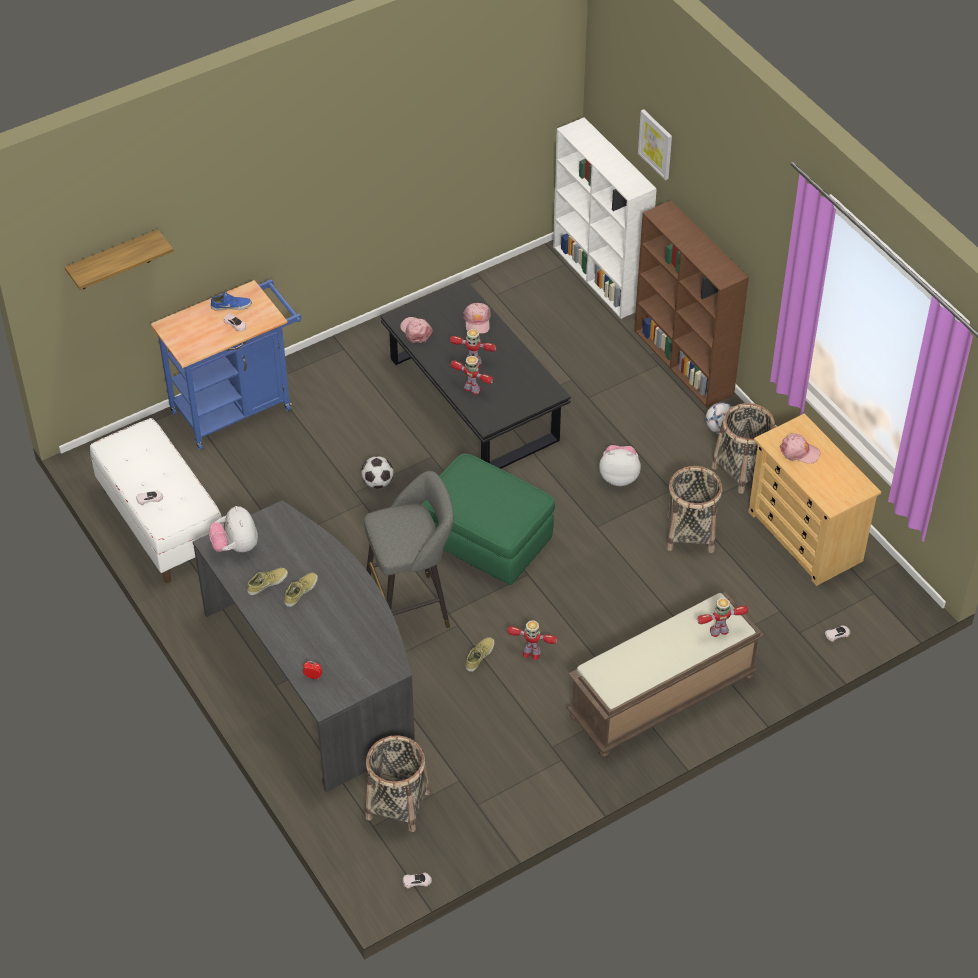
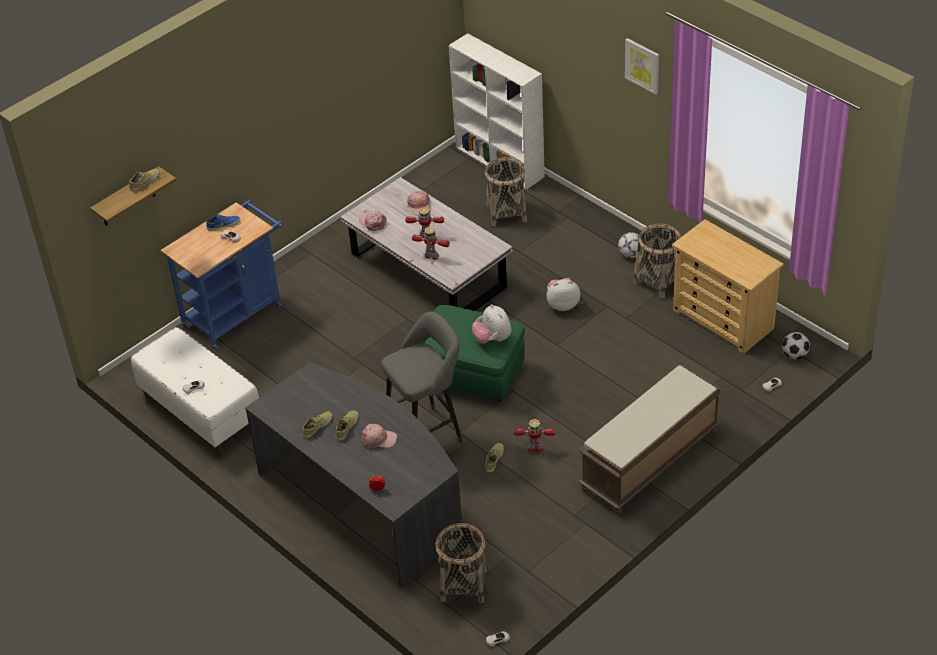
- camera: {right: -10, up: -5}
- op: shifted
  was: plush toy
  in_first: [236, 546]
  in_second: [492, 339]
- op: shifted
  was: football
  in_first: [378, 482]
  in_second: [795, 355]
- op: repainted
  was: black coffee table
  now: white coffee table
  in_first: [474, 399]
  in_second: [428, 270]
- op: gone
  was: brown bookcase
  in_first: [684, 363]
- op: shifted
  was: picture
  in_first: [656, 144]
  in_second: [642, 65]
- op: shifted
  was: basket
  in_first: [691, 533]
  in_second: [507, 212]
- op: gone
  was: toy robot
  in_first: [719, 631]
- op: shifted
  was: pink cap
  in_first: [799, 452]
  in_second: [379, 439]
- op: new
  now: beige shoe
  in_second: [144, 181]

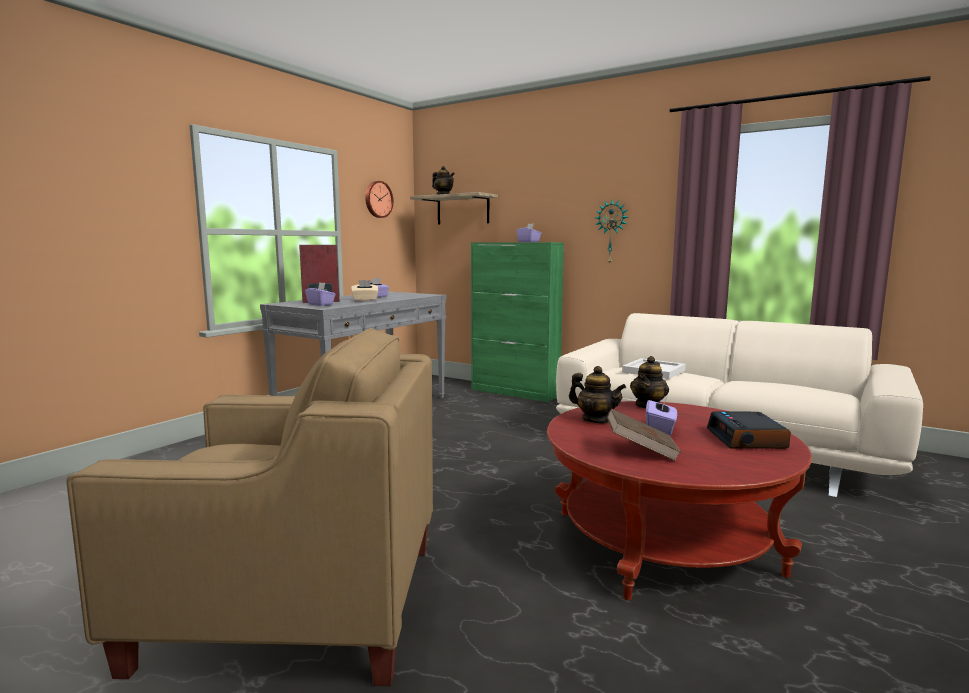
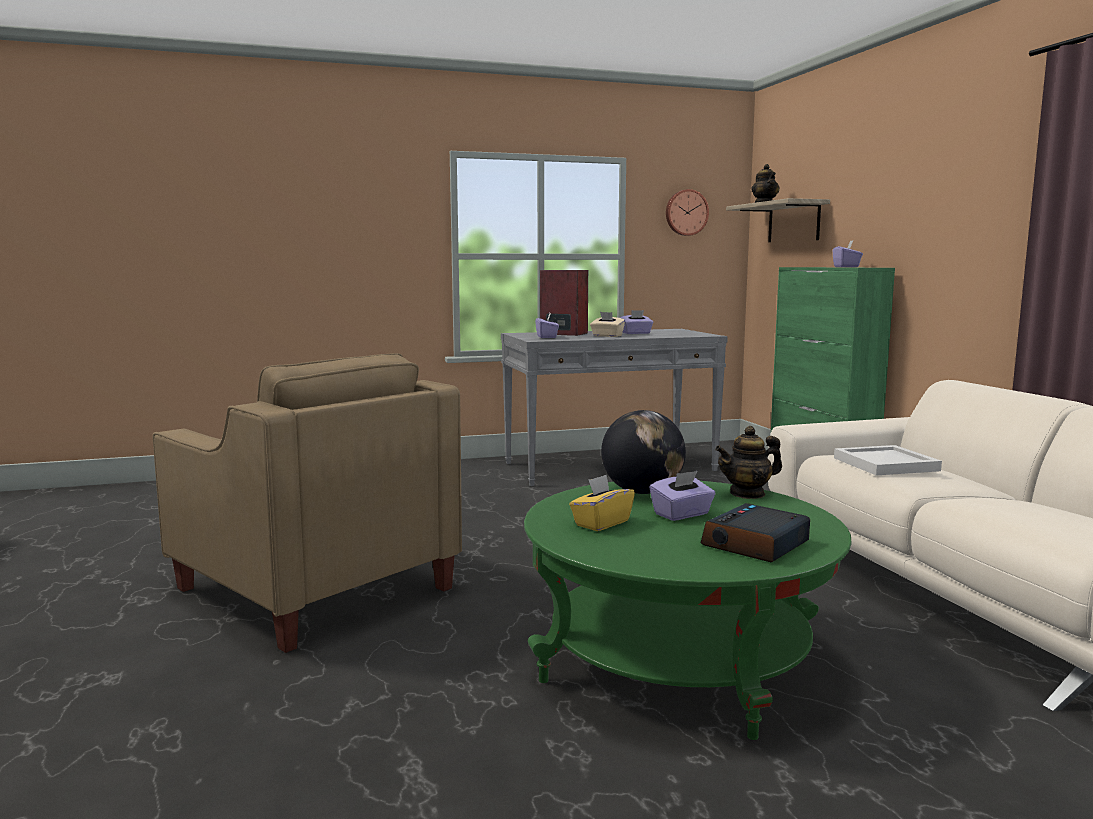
- camera: {right: 40, up: 0}
- op: repainted
  was: red coffee table
  now: green coffee table
  in_first: [664, 541]
  in_second: [678, 660]
- op: swapped
  was: teapot
  now: globe
  in_first: [595, 420]
  in_second: [642, 492]
- op: gone
  was: wall clock
  in_first: [611, 232]
- op: swapped
  was: brown book
  now: yellow tissue box
  in_first: [641, 450]
  in_second: [601, 523]

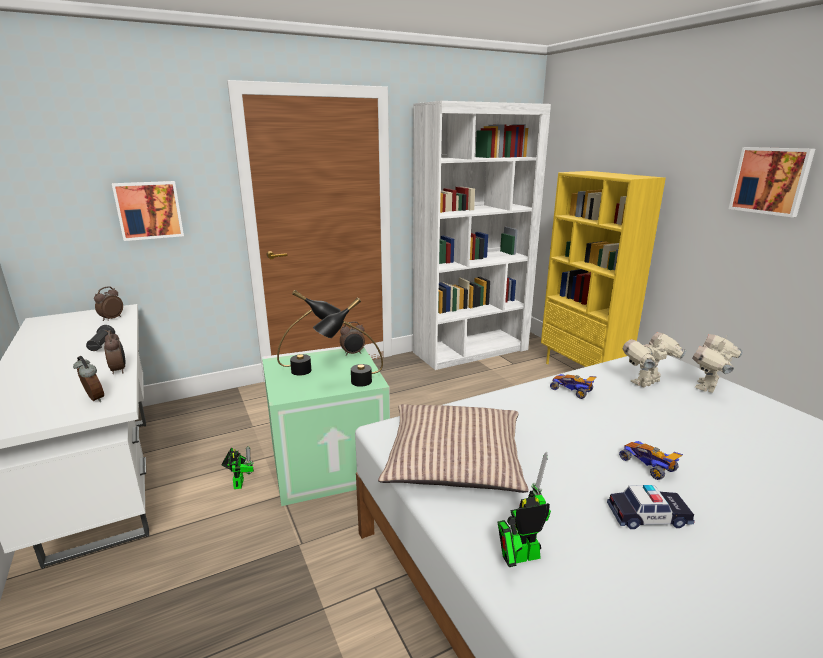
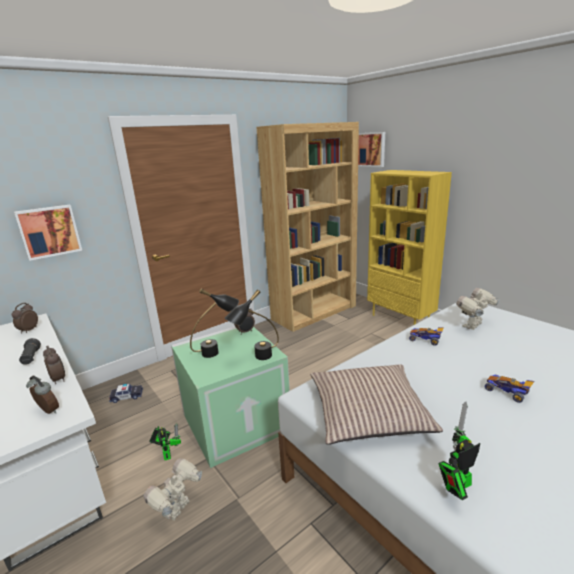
- camera: {right: -10, up: 0}
- op: repainted
  was: white bookcase
  now: brown bookcase
  in_first: [471, 351]
  in_second: [314, 312]
- op: shifted
  was: toy car
  in_first: [648, 516]
  in_second: [127, 396]
- op: shifted
  was: toy robot
  in_first: [708, 387]
  in_second: [179, 510]
- op: shifted
  was: picture
  in_first: [771, 180]
  in_second: [371, 149]

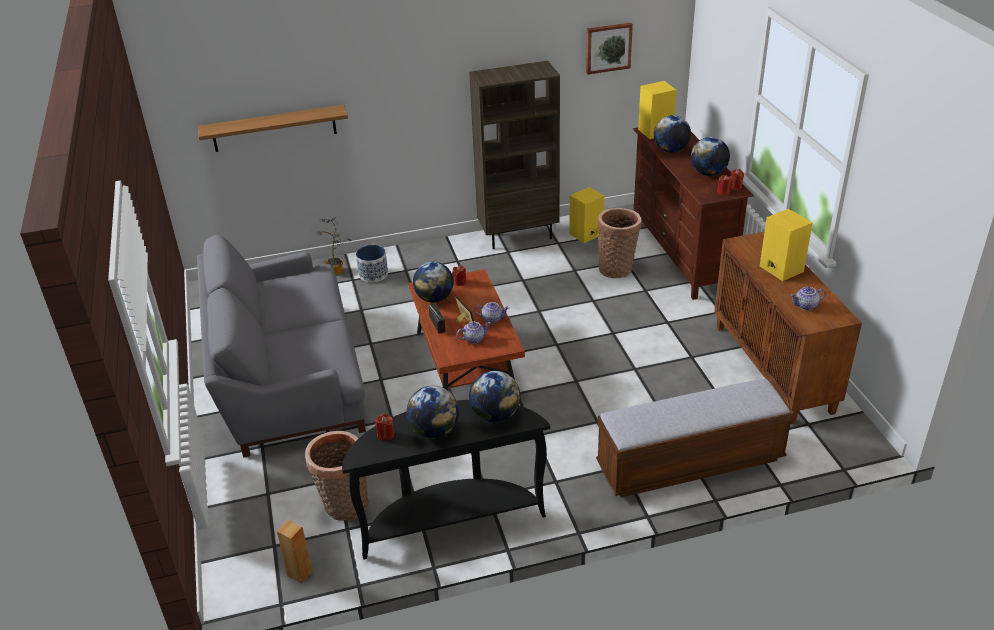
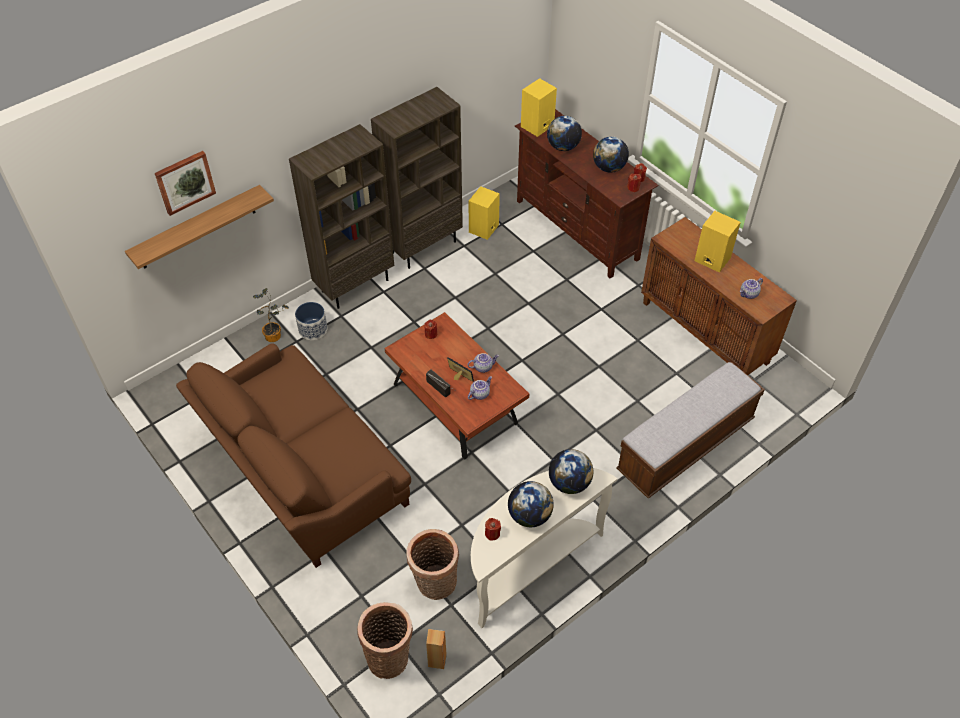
- camera: {right: -25, up: 15}
- op: repainted
  was: grey sofa
  now: brown sofa
  in_first: [287, 376]
  in_second: [301, 469]
- op: repainted
  was: black console table
  now: white console table
  in_first: [450, 519]
  in_second: [529, 565]
- op: gone
  was: globe
  in_first: [434, 298]
- op: shifted
  was: picture
  in_first: [608, 47]
  in_second: [184, 182]
- op: shifted
  was: basket
  in_first: [617, 268]
  in_second: [389, 656]
- op: new
  now: brown bookcase
  in_second: [355, 285]

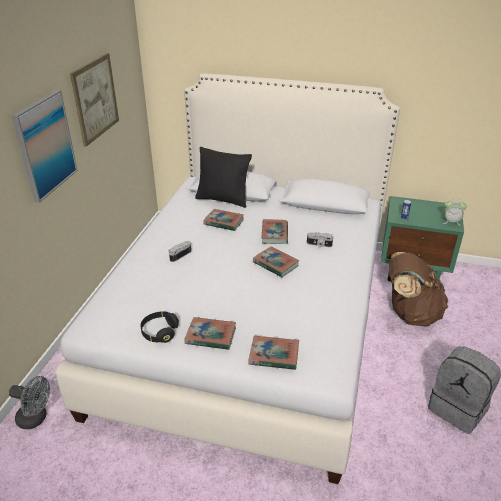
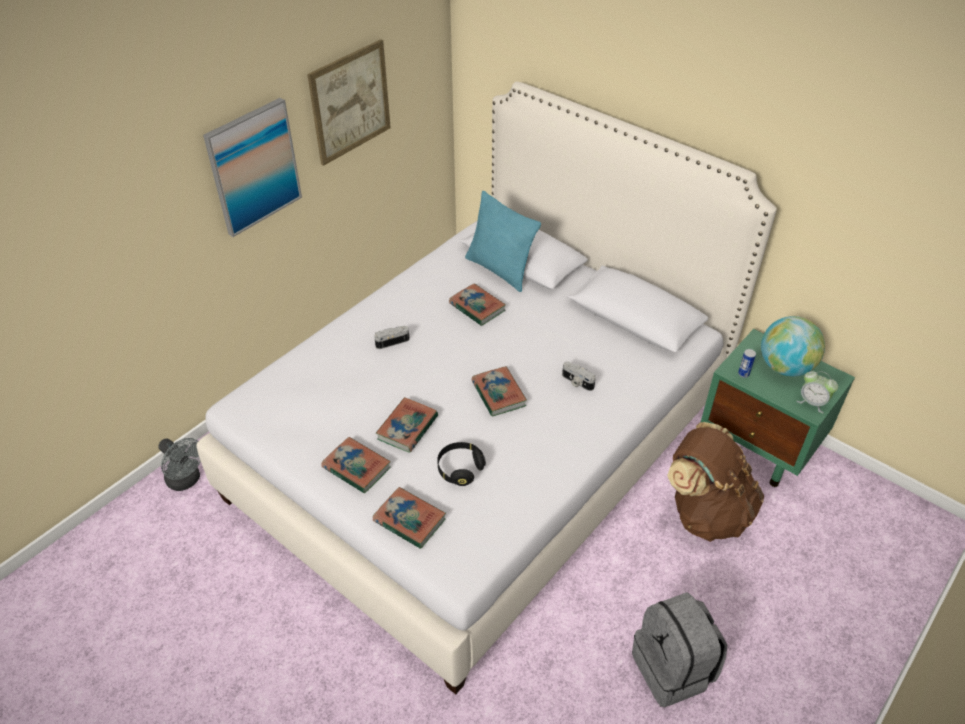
- camera: {right: 25, up: 10}
- op: shifted
  was: black headphones
  in_first: [159, 332]
  in_second: [460, 469]
- op: repainted
  was: black pillow
  now: turquoise pillow
  in_first: [223, 199]
  in_second: [499, 270]
- op: shifted
  was: book
  in_first: [274, 234]
  in_second: [407, 428]
- op: new
  now: globe
  in_second: [785, 367]

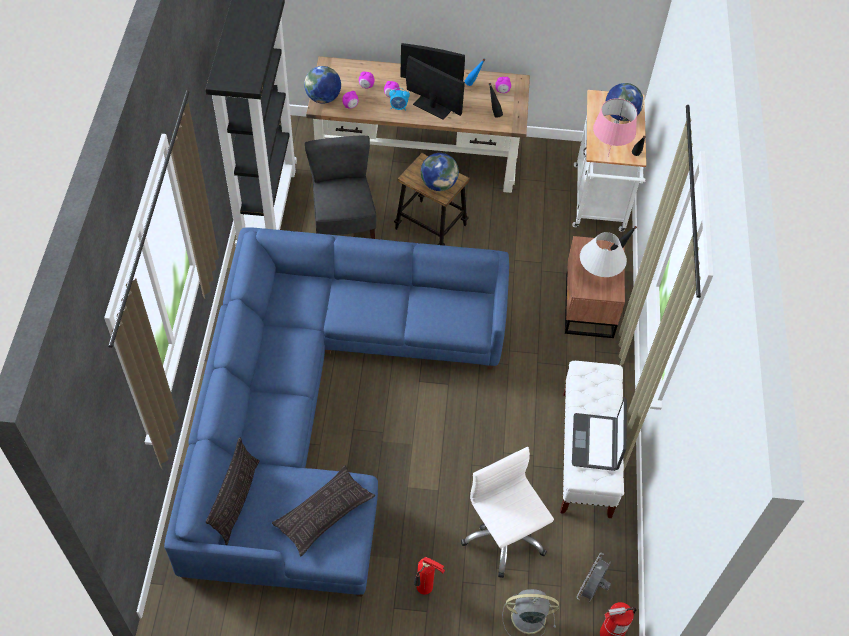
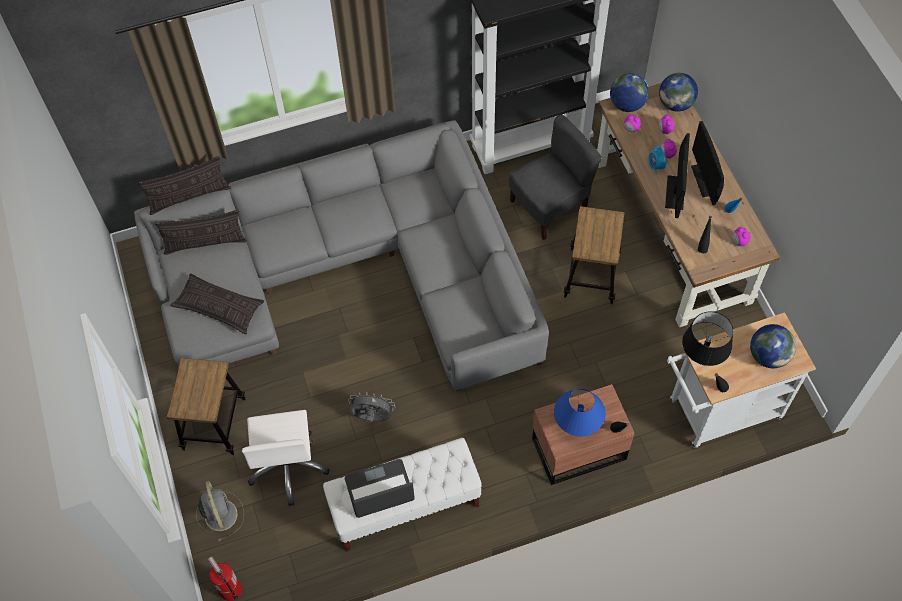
- camera: {right: 70, up: 5}
- op: repainted
  was: blue sofa
  now: grey sofa
  in_first: [319, 403]
  in_second: [352, 272]
- op: swapped
  was: fire extinguisher
  now: stool
  in_first: [425, 588]
  in_second: [214, 424]
- op: shifted
  was: globe
  in_first: [438, 184]
  in_second: [675, 104]
- op: rotated
  was: white office chair
  in_first: [503, 536]
  in_second: [288, 466]
  clockwise: 135
- op: shifted
  was: grey fan
  in_first: [591, 589]
  in_second: [372, 418]
- op: repainted
  was: white table lamp
  now: blue table lamp
  in_first: [599, 273]
  in_second: [577, 424]
- op: repainted
  was: pink table lamp
  now: black table lamp
  in_first: [607, 156]
  in_second: [699, 363]
- op: new
  now: pillow
  in_second: [189, 197]

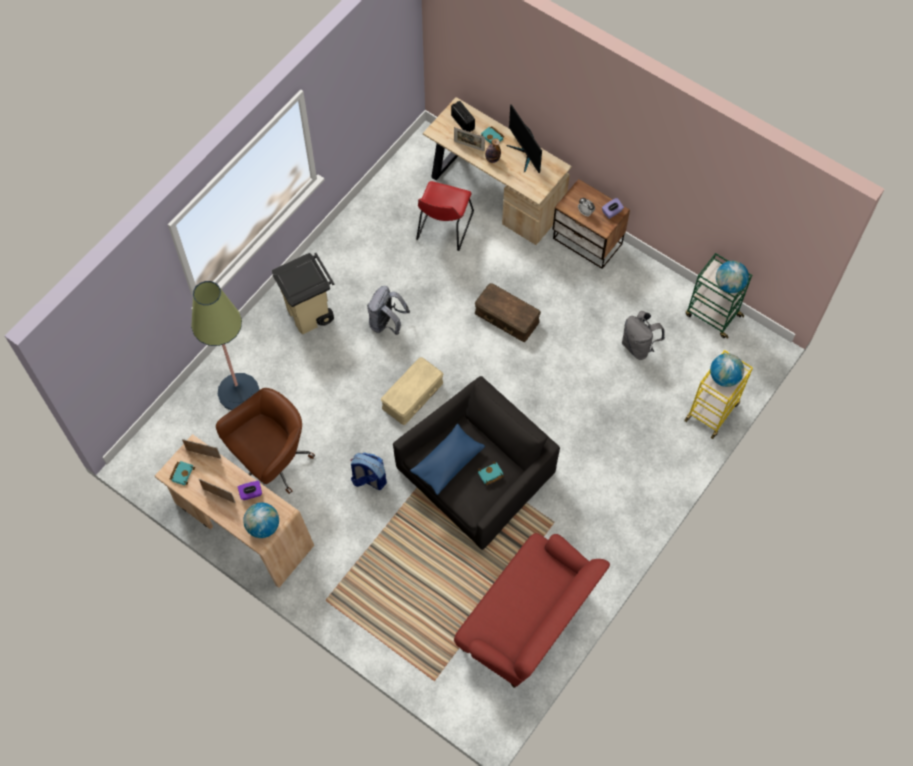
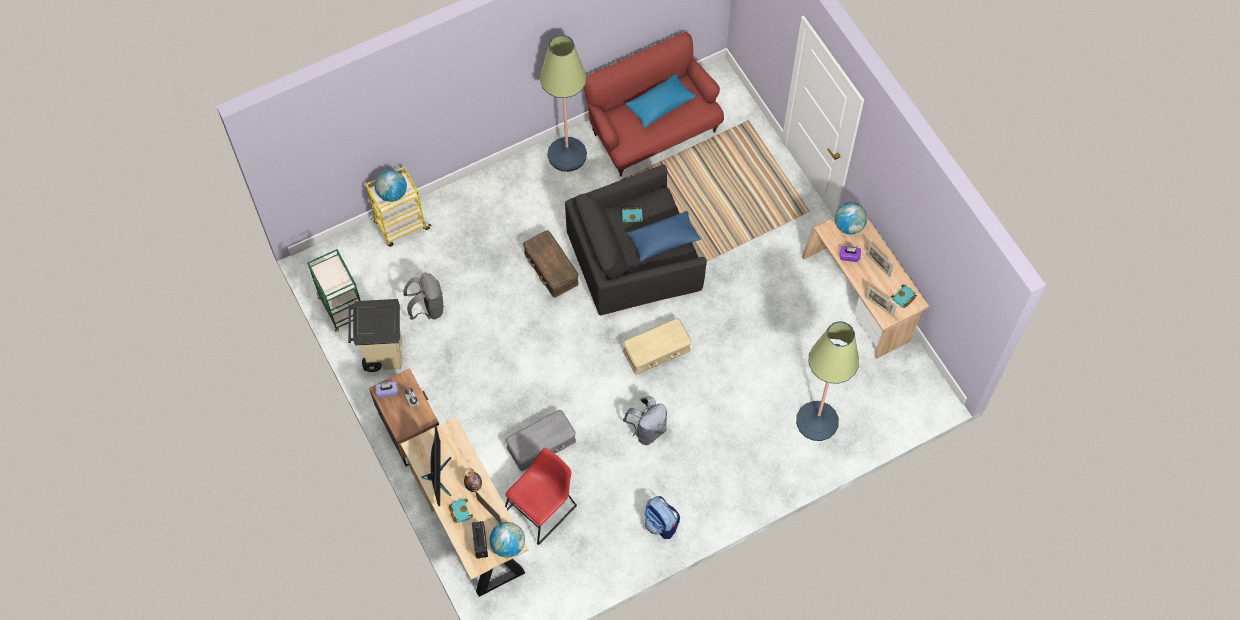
- camera: {right: -155, up: 0}
- op: gone
  was: brown office chair
  in_first: [271, 461]
- op: shifted
  was: beige trash can
  in_first: [310, 314]
  in_second: [382, 352]
- op: shifted
  was: backpack
  in_first: [369, 479]
  in_second: [661, 524]
- op: shifted
  was: brown storage box
  in_first: [506, 317]
  in_second: [551, 268]
- op: shifted
  was: globe
  in_first: [729, 285]
  in_second: [508, 545]
- op: new
  now: grey storage box
  in_second: [541, 443]
- op: new
  now: floor lamp
  in_second: [567, 154]
- op: new
  now: blue pillow
  in_second: [660, 105]

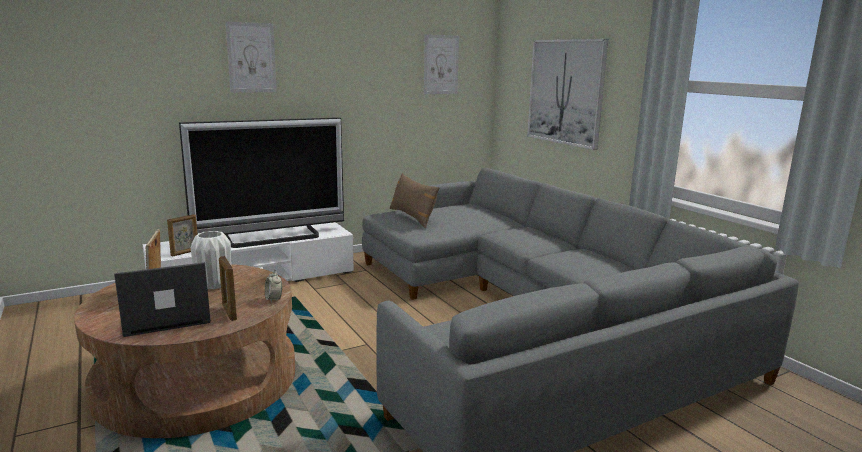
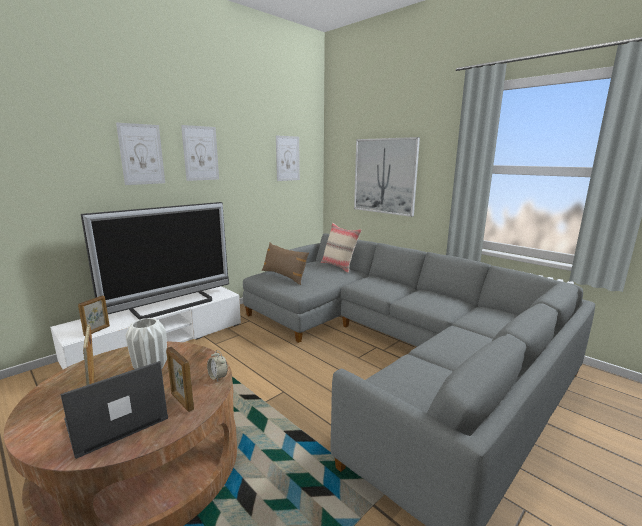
- camera: {right: -15, up: 0}
- op: new
  now: picture
  in_second: [200, 153]
- op: new
  now: beige pillow
  in_second: [339, 266]

